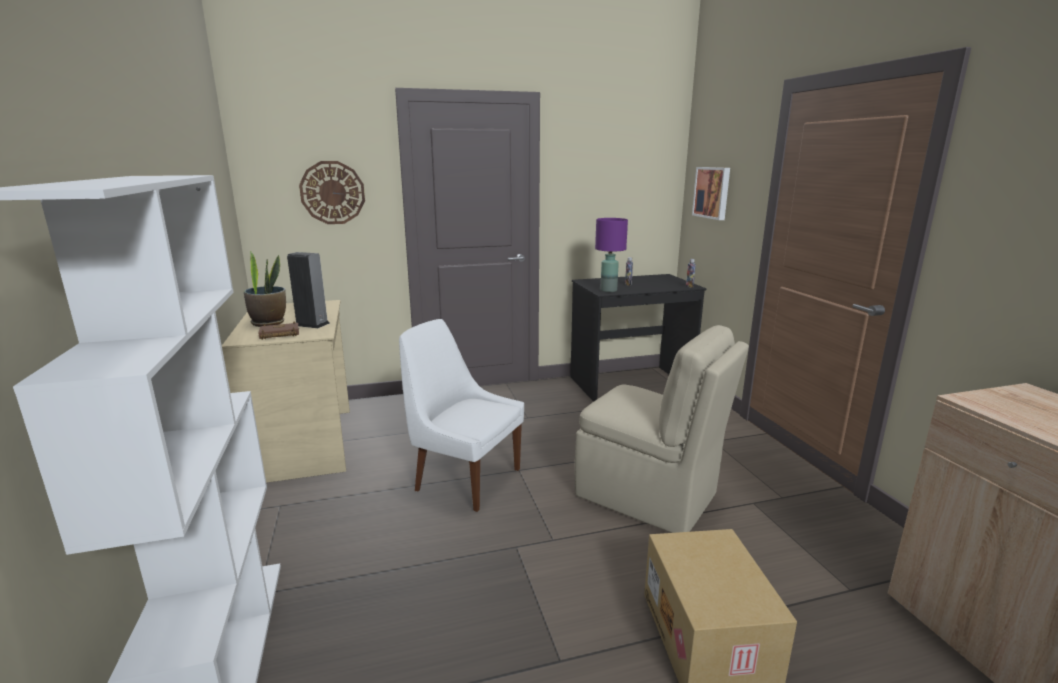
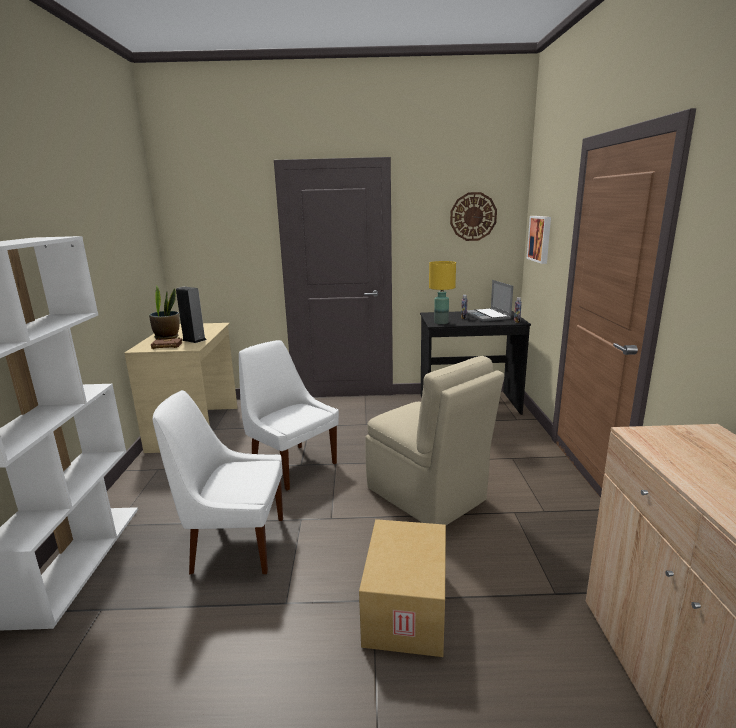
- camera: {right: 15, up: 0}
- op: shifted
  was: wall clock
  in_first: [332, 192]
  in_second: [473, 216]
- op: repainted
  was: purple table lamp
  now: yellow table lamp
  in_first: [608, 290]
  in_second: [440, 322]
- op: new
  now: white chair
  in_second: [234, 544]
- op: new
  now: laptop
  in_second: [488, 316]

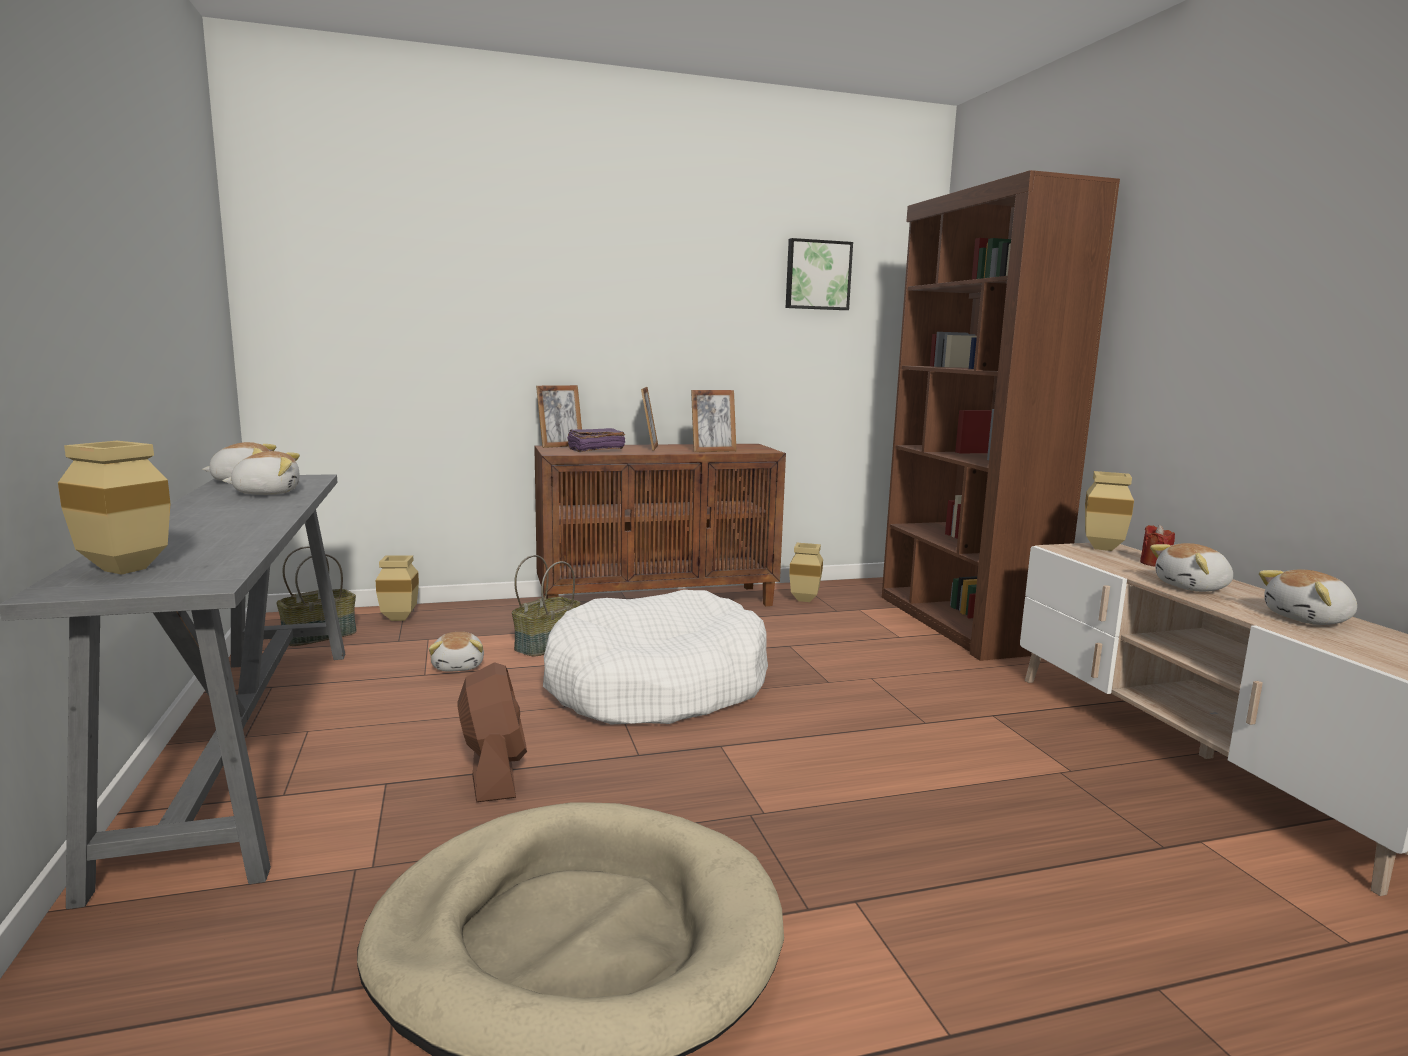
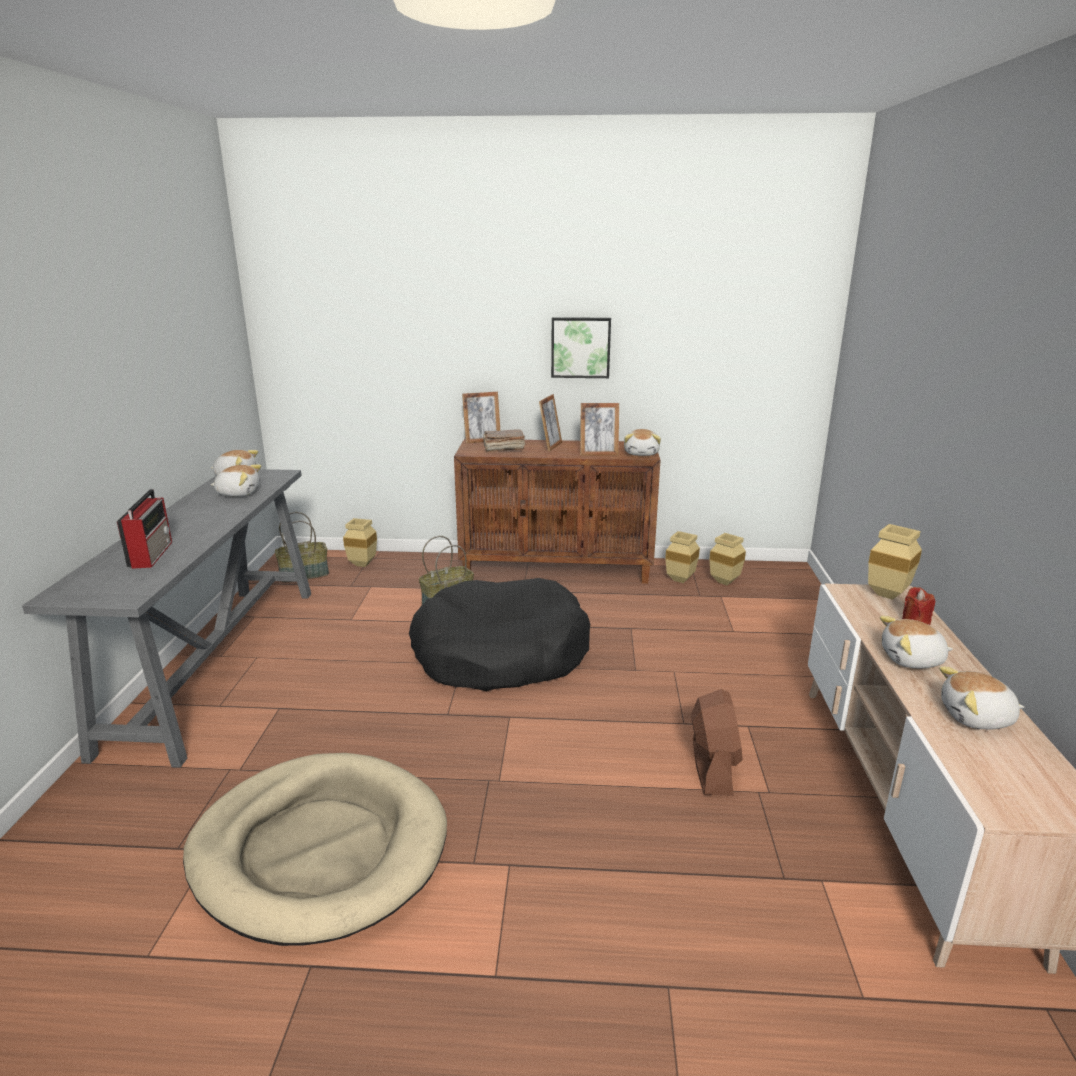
- camera: {right: 20, up: 10}
- op: shifted
  was: beige vase
  in_first: [119, 570]
  in_second: [722, 582]
- op: shifted
  was: plush toy
  in_first: [459, 666]
  in_second: [642, 453]
- op: shifted
  was: brown fan
  in_first: [494, 772]
  in_second: [712, 767]
- op: repainted
  was: white dog bed
  now: black dog bed
  in_first: [656, 686]
  in_second: [500, 654]
- op: repainted
  was: purple book
  now: brown book
  in_first: [595, 450]
  in_second: [503, 448]
- op: shifted
  was: picture
  in_first: [817, 275]
  in_second: [580, 347]
- op: gone
  was: brown bookcase
  in_first: [961, 623]
- op: new
  now: radio
  in_second: [152, 554]

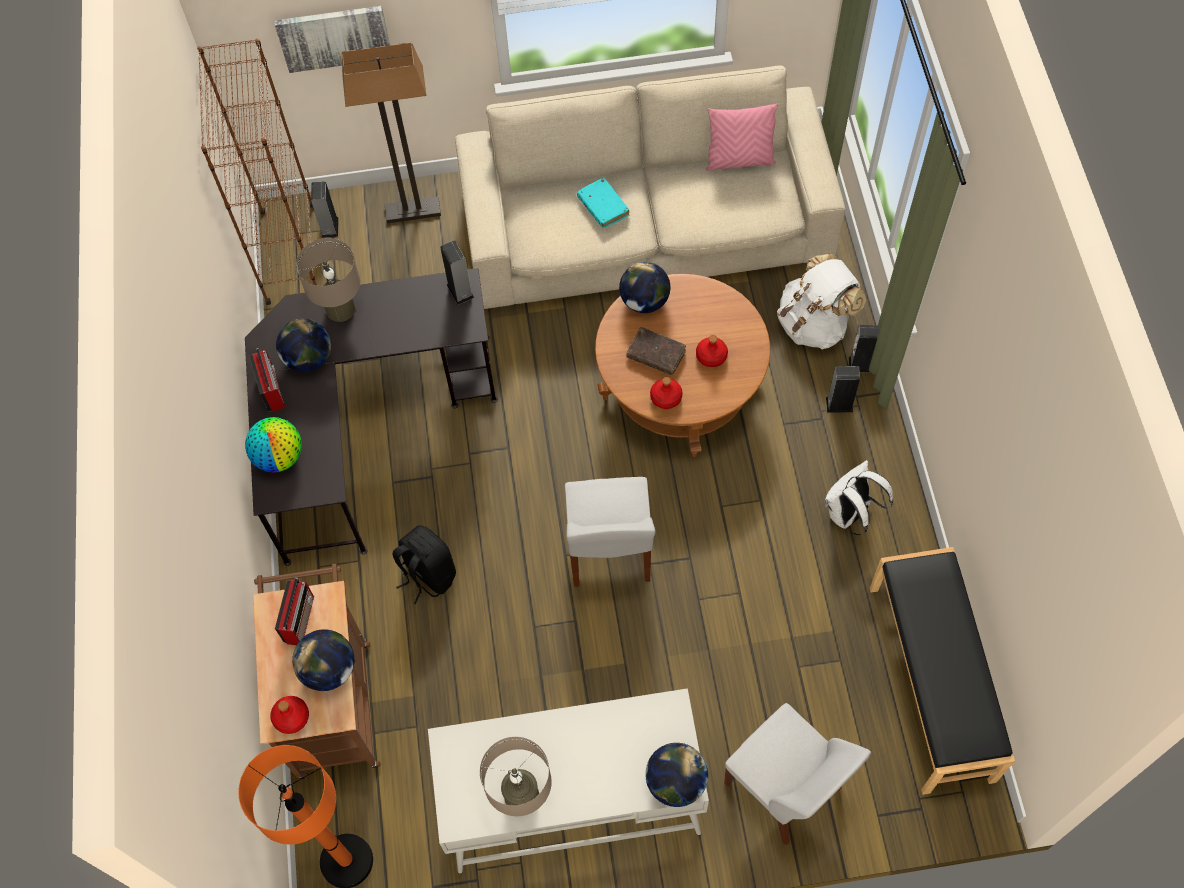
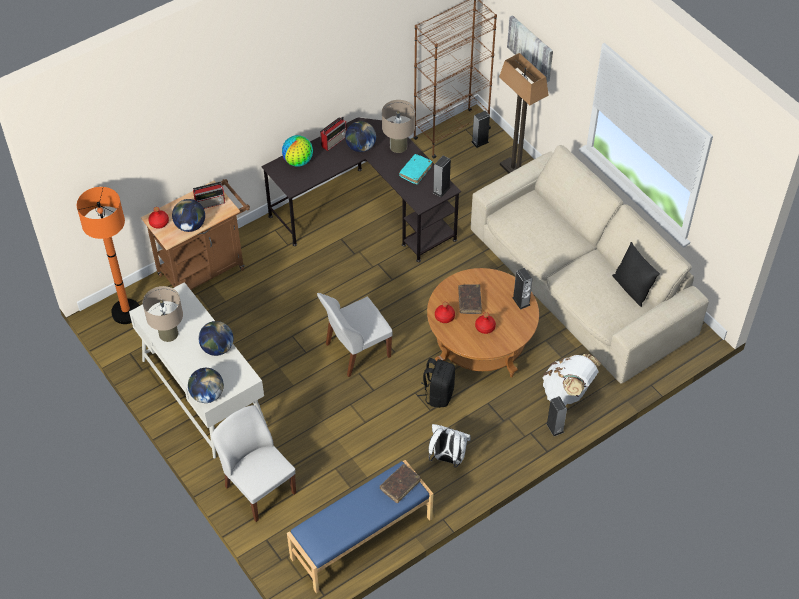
- camera: {right: 60, up: -10}
- op: shifted
  was: black backpack
  in_first: [427, 575]
  in_second: [438, 394]
- op: shifted
  was: turquoise book
  in_first: [603, 207]
  in_second: [415, 171]
- op: shifted
  was: globe
  in_first: [644, 301]
  in_second: [217, 348]
- op: repainted
  was: pink pillow
  now: black pillow
  in_first: [739, 160]
  in_second: [631, 289]
- op: rotated
  was: white chair
  in_first: [785, 788]
  in_second: [259, 488]
  clockwise: 120
- op: shifted
  was: speaker
  in_first: [839, 404]
  in_second: [521, 301]
- op: repainted
  was: black bench
  now: blue bench
  in_first: [932, 682]
  in_second: [362, 538]
- op: new
  now: brown book
  in_second: [400, 485]

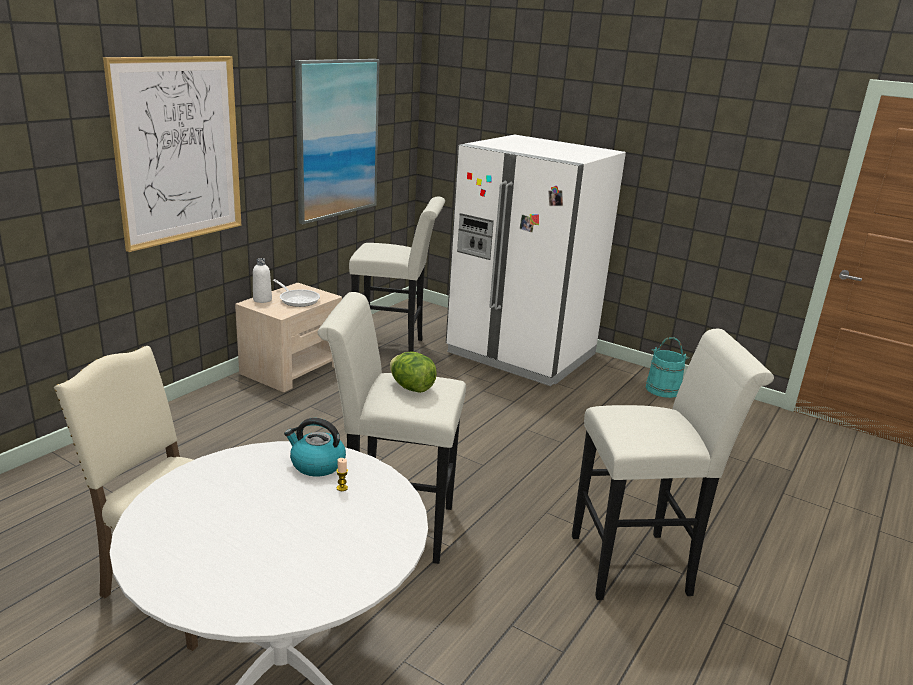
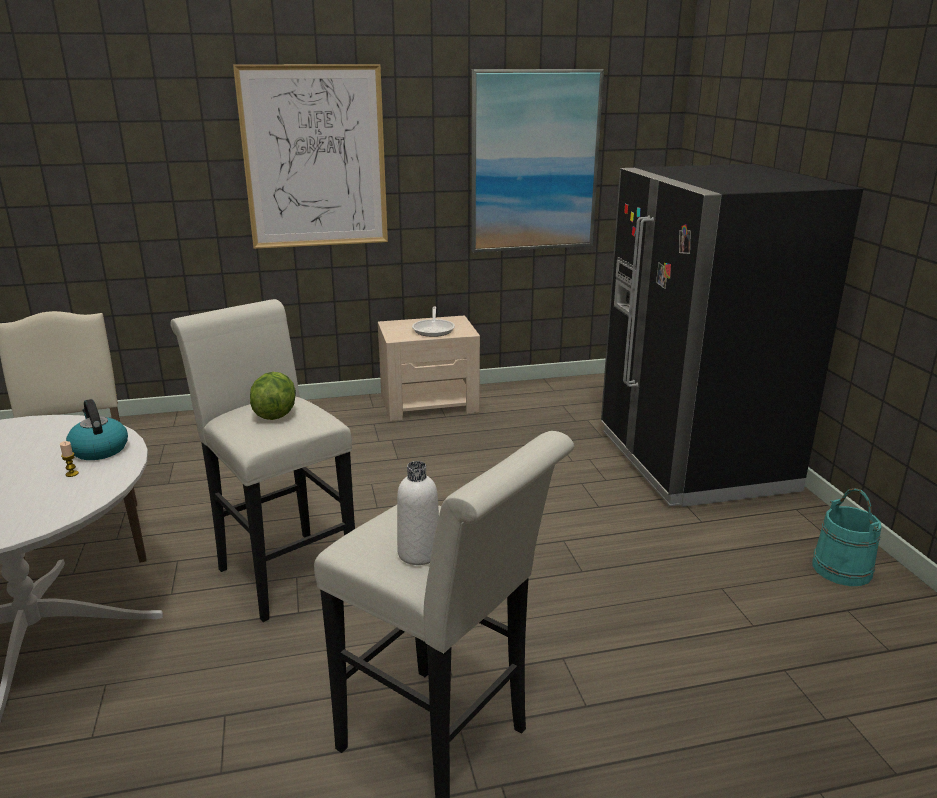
- camera: {right: 45, up: 0}
- op: shifted
  was: white bottle
  in_first: [262, 300]
  in_second: [419, 553]
- op: gone
  was: white stool
  in_first: [394, 348]
- op: repainted
  was: white fridge
  now: black fridge
  in_first: [521, 354]
  in_second: [693, 461]

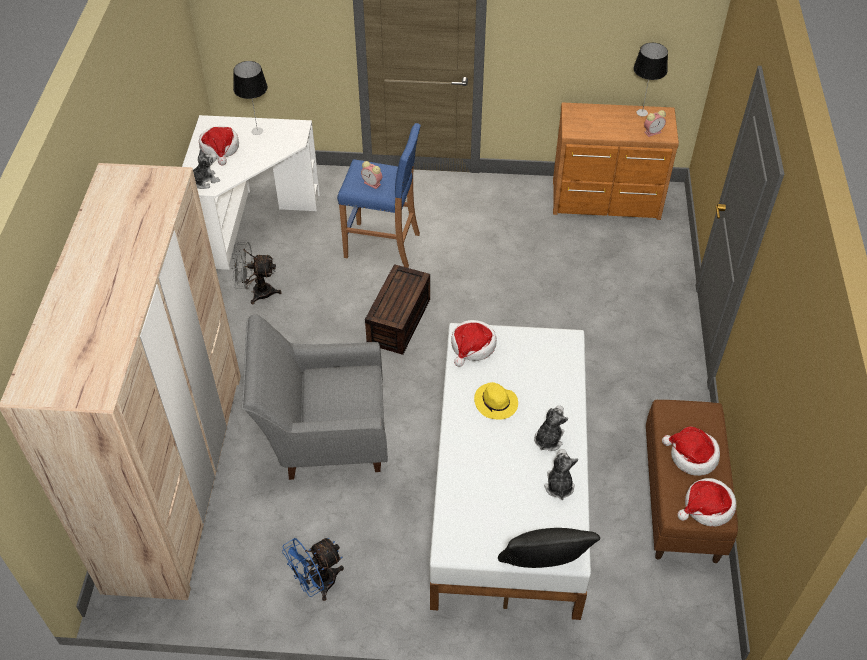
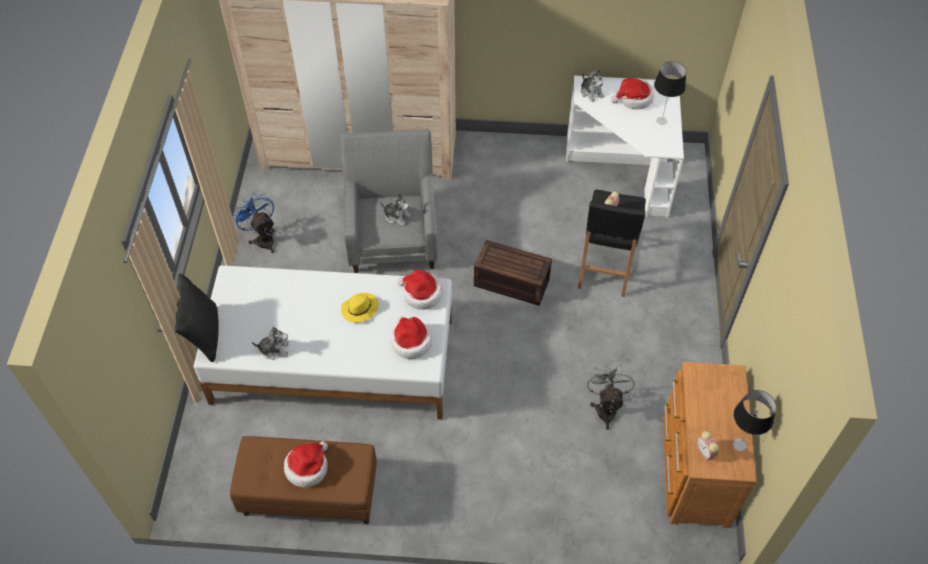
- camera: {right: 90, up: 5}
- op: shifted
  was: grey fan
  in_first: [257, 292]
  in_second: [606, 407]
- op: repainted
  was: blue stool
  now: black stool
  in_first: [383, 245]
  in_second: [605, 268]
- op: shifted
  was: plush toy
  in_first: [548, 439]
  in_second: [396, 216]
- op: shifted
  was: hat
  in_first: [707, 507]
  in_second: [410, 342]

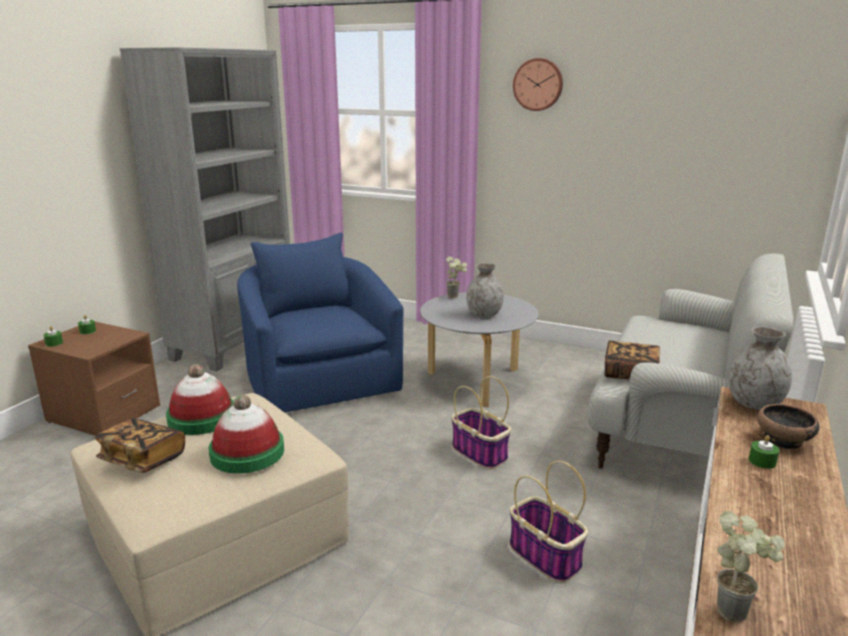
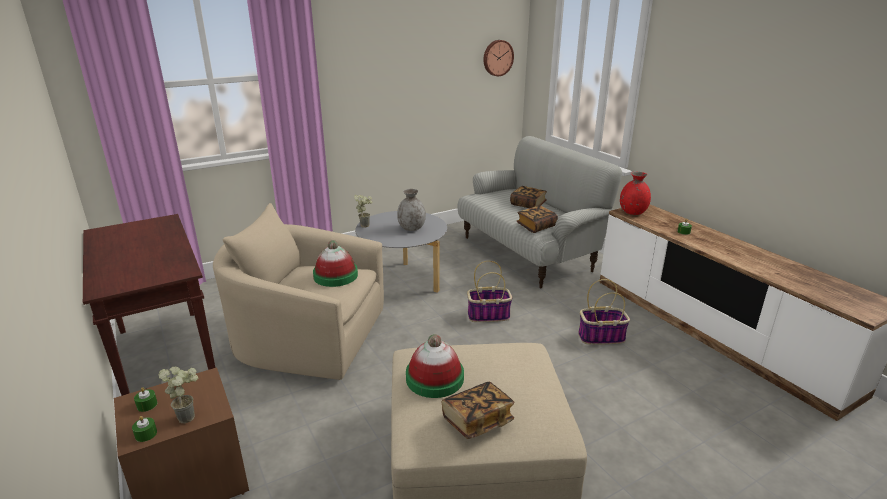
- camera: {right: -55, up: 5}
- op: swapped
  was: grey bookcase
  now: brown console table
  in_first: [236, 343]
  in_second: [165, 357]
- op: shifted
  was: hat
  in_first: [247, 453]
  in_second: [335, 276]
- op: repainted
  was: blue armchair
  now: beige armchair
  in_first: [319, 379]
  in_second: [307, 338]
- op: shifted
  was: wall clock
  in_first: [538, 84]
  in_second: [497, 58]
- op: shifted
  was: potted plant
  in_first: [737, 610]
  in_second: [189, 415]
- op: repainted
  was: grey vase
  now: red vase
  in_first: [754, 403]
  in_second: [632, 212]
- op: gone
  was: bowl
  in_first: [784, 440]
- op: new
  now: book
  in_second: [528, 204]

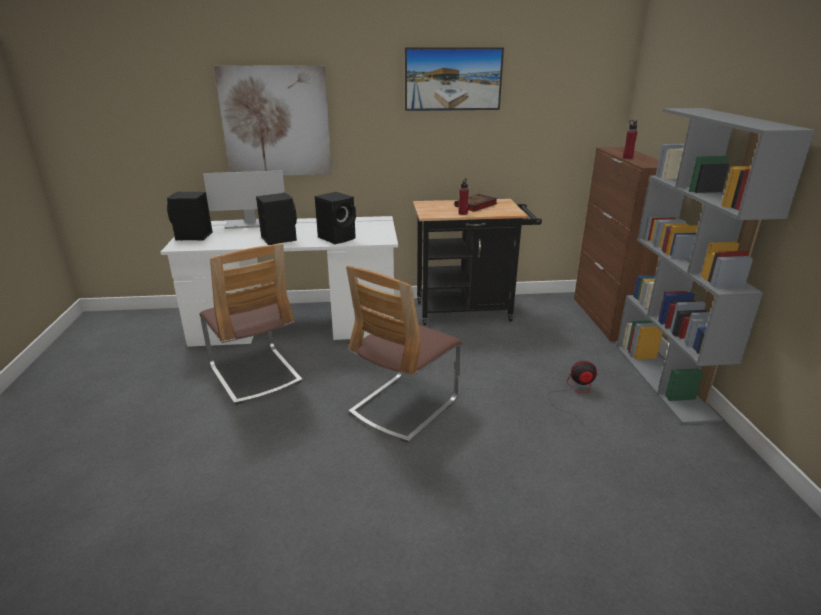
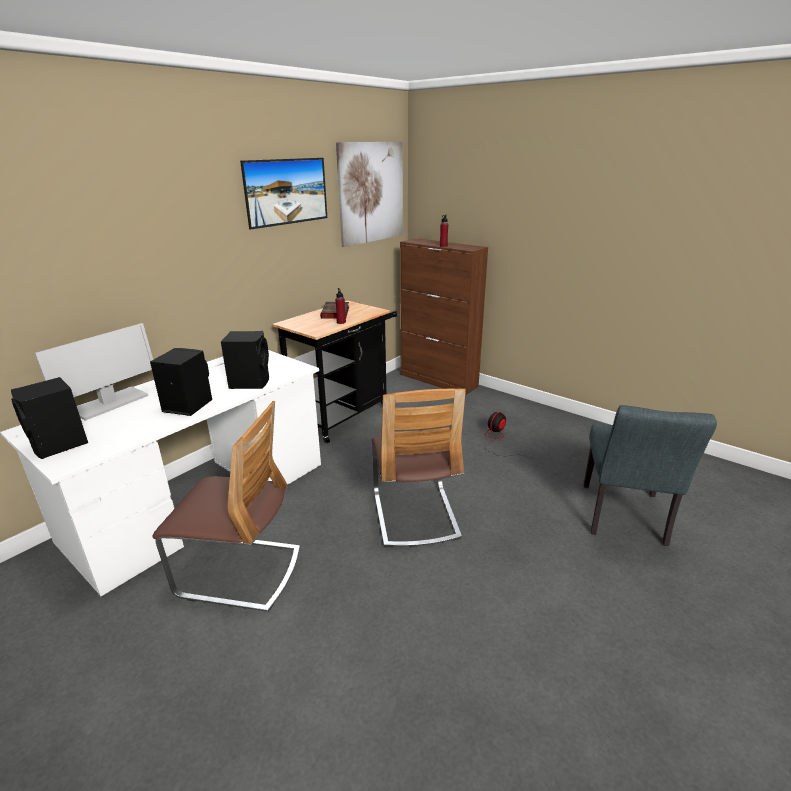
- camera: {right: -45, up: 0}
- op: shifted
  was: picture
  in_first: [276, 122]
  in_second: [371, 193]
- op: gone
  was: grey bookcase
  in_first: [664, 381]
- op: new
  now: grey chair
  in_second: [624, 519]

